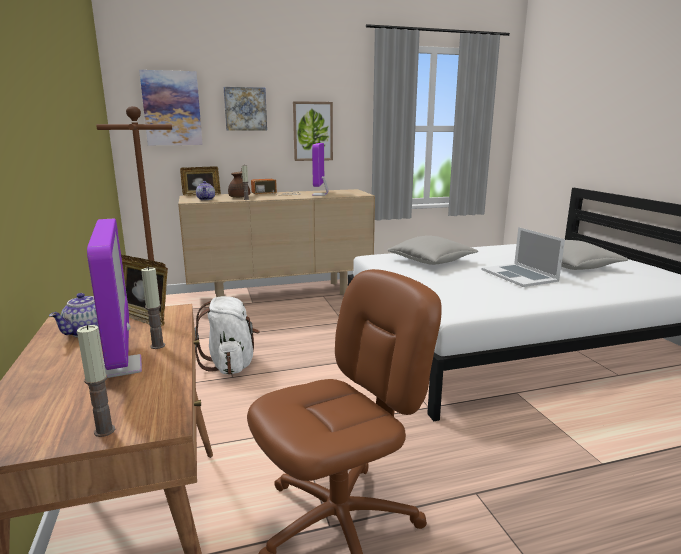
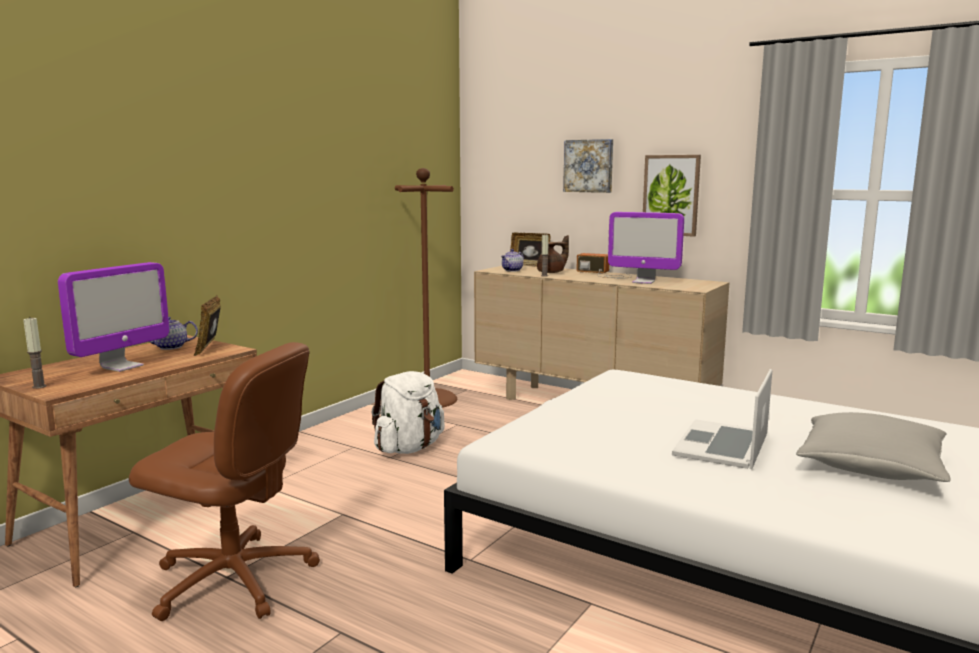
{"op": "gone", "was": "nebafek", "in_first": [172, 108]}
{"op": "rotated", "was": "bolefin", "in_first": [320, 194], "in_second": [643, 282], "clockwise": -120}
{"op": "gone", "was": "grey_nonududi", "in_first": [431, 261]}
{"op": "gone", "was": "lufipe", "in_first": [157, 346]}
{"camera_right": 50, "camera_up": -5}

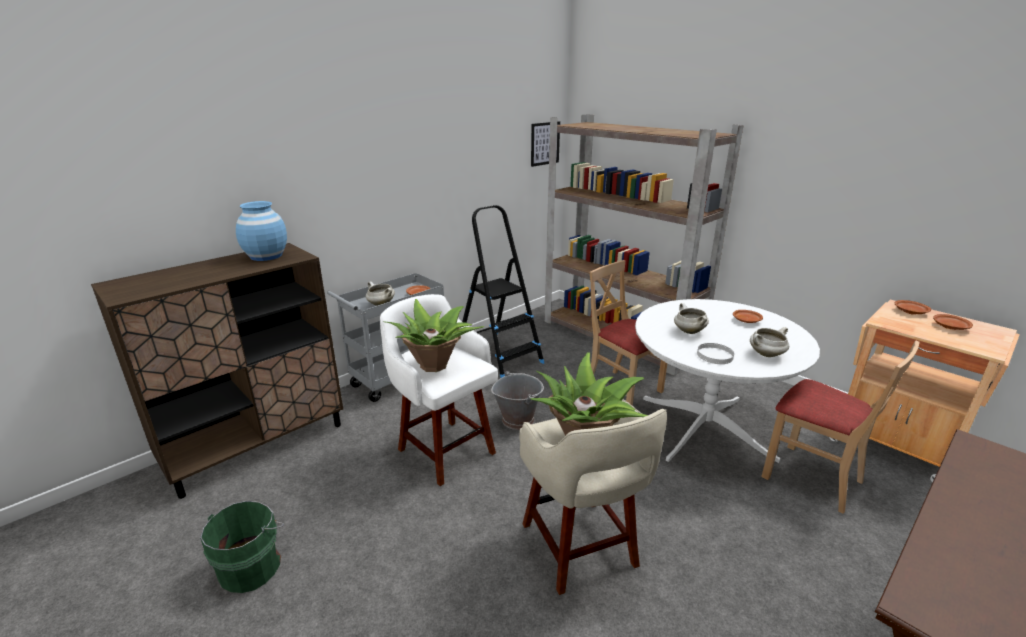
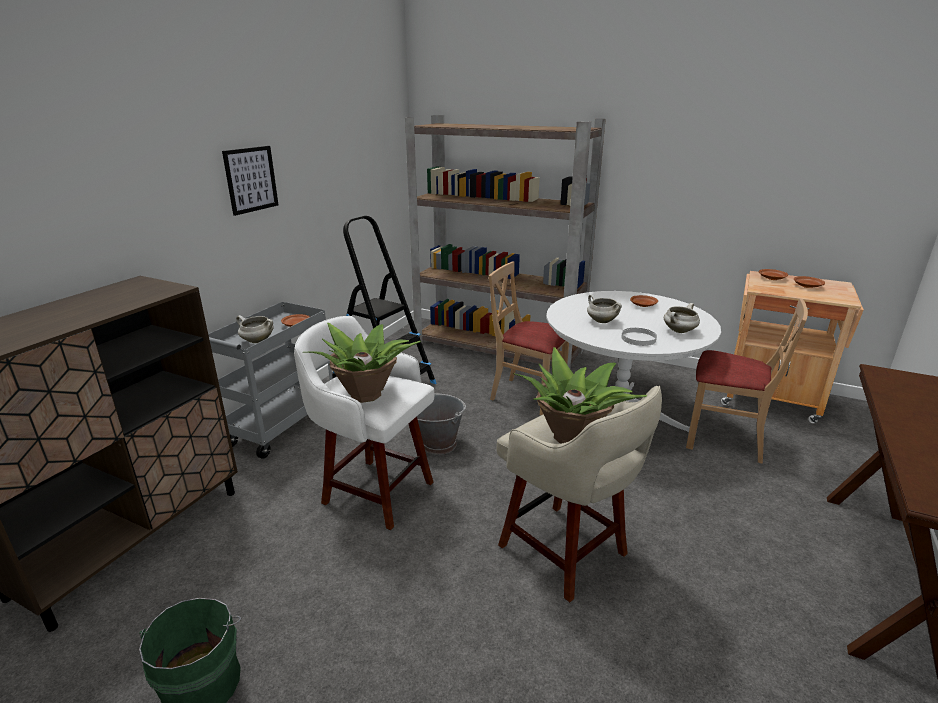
{"op": "shifted", "was": "nebafek", "in_first": [545, 143], "in_second": [251, 179]}
{"op": "gone", "was": "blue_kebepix", "in_first": [266, 256]}
{"camera_right": -20, "camera_up": 0}

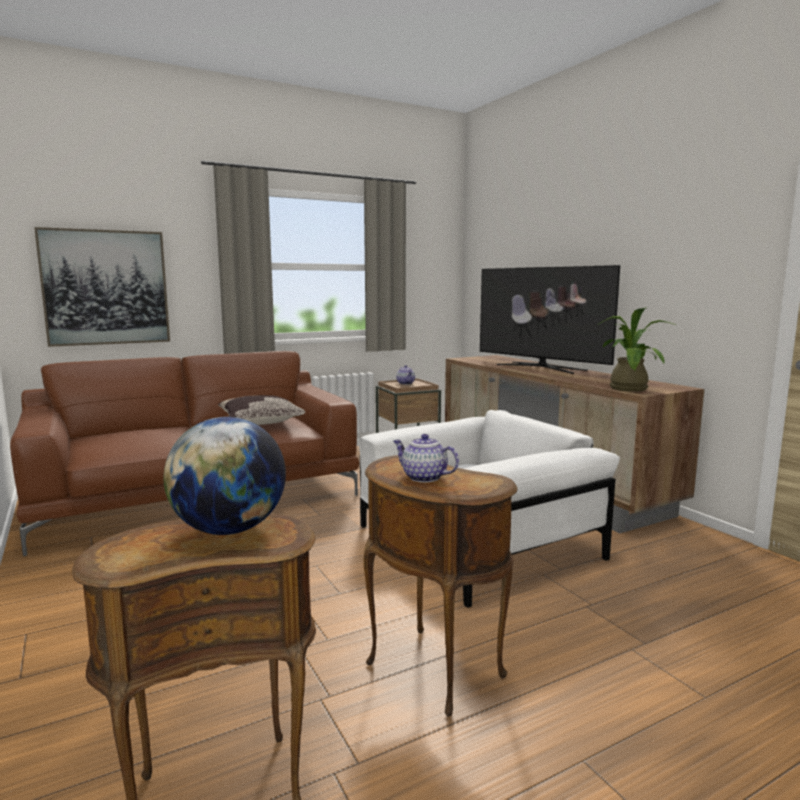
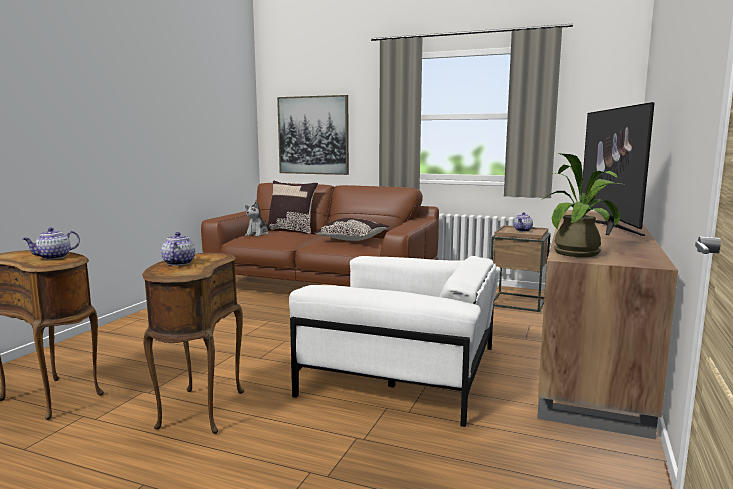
{"op": "swapped", "was": "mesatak", "now": "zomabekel", "in_first": [229, 529], "in_second": [53, 257]}
{"op": "new", "now": "nonududi", "in_second": [292, 230]}
{"op": "new", "now": "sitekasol", "in_second": [257, 234]}
{"camera_right": 50, "camera_up": 0}

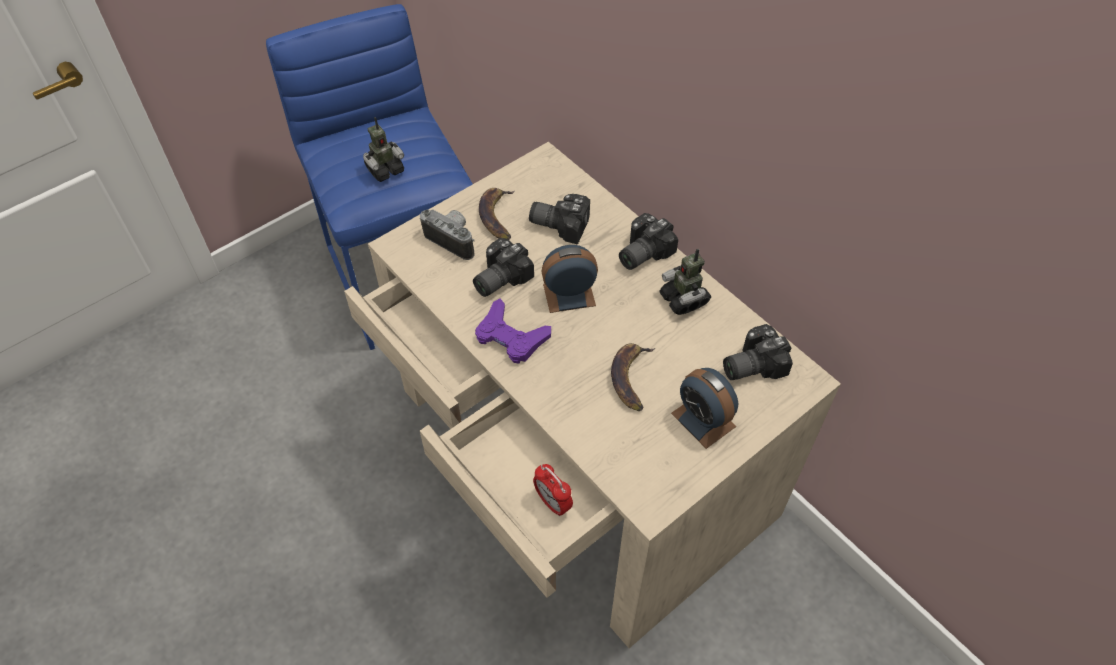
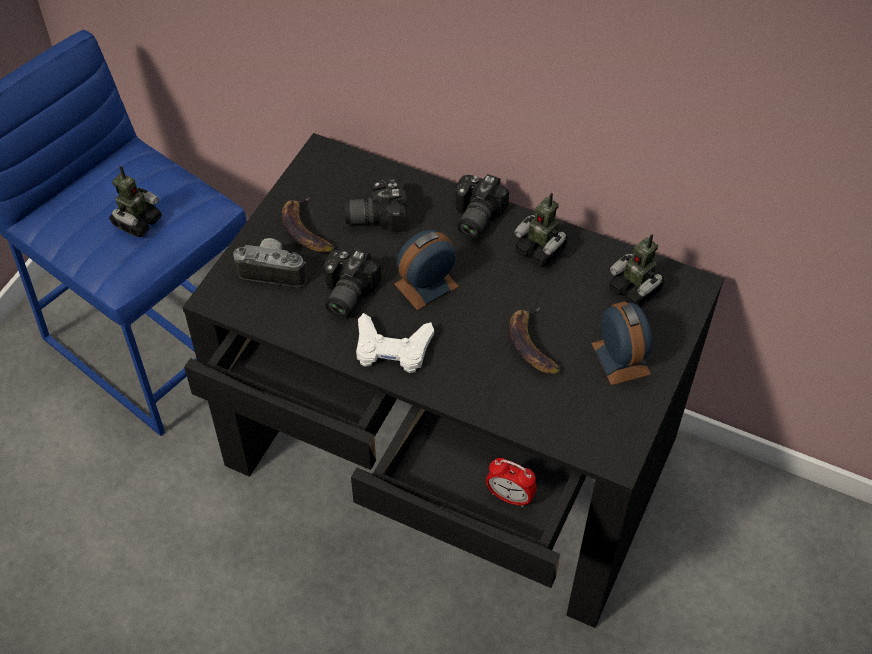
{"op": "repainted", "was": "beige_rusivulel", "now": "black_rusivulel", "in_first": [570, 465], "in_second": [444, 473]}
{"op": "repainted", "was": "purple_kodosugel", "now": "white_kodosugel", "in_first": [510, 337], "in_second": [392, 349]}
{"op": "swapped", "was": "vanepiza", "now": "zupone", "in_first": [750, 364], "in_second": [635, 289]}
{"op": "rotated", "was": "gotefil", "in_first": [703, 420], "in_second": [620, 359], "clockwise": -135}
{"camera_right": -25, "camera_up": 0}

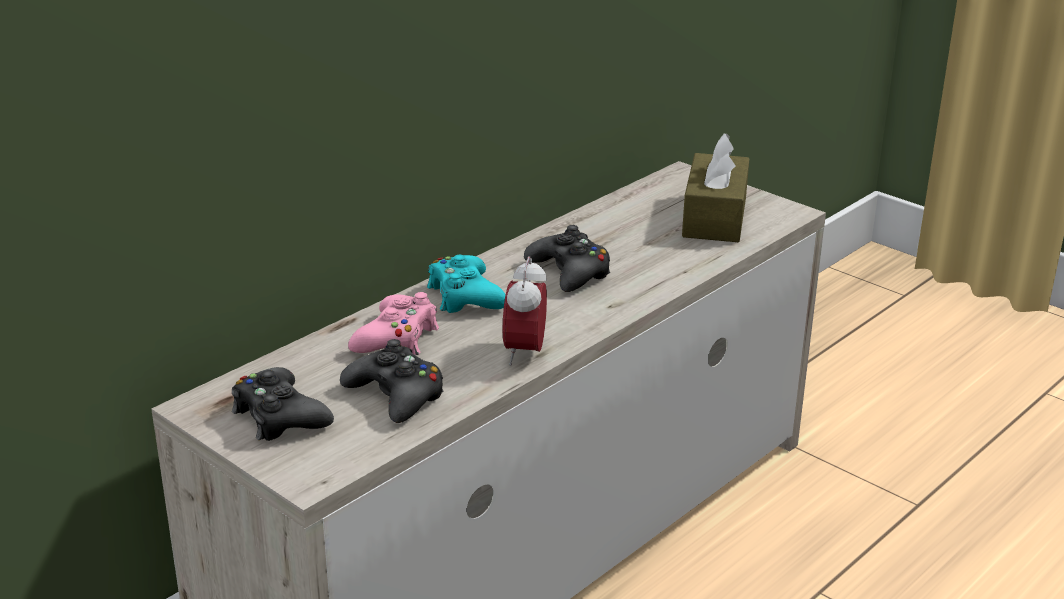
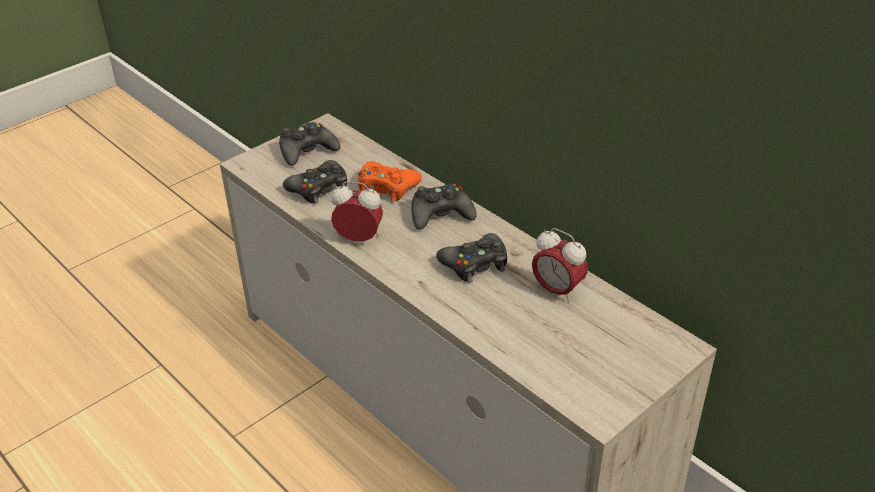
{"op": "gone", "was": "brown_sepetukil", "in_first": [714, 217]}
{"op": "repainted", "was": "turquoise_kodosugel", "now": "black_kodosugel", "in_first": [465, 296], "in_second": [441, 214]}
{"op": "repainted", "was": "pink_kodosugel", "now": "orange_kodosugel", "in_first": [397, 338], "in_second": [387, 187]}
{"op": "new", "now": "gotefil", "in_second": [557, 290]}
{"camera_right": 95, "camera_up": 10}

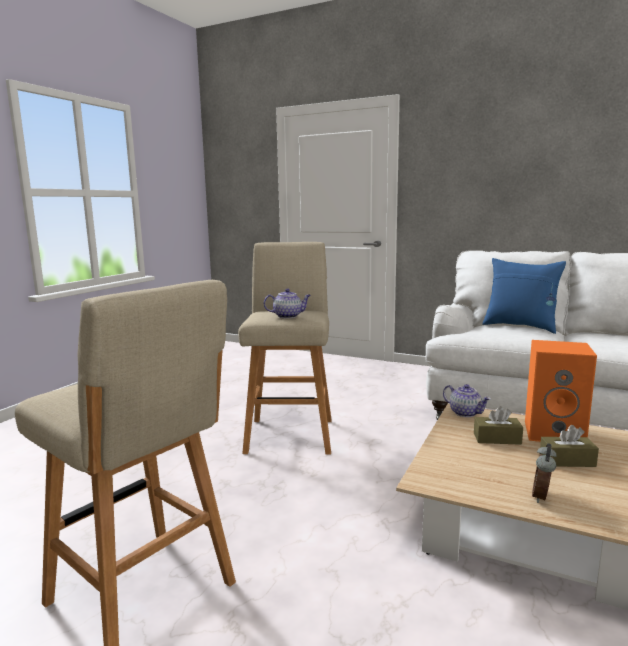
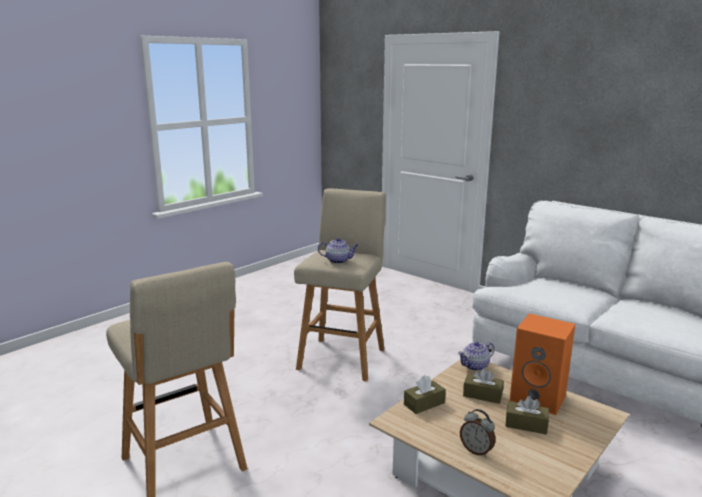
{"op": "gone", "was": "blue_nonududi", "in_first": [520, 327]}
{"op": "rotated", "was": "zomabekel", "in_first": [465, 413], "in_second": [475, 366], "clockwise": 90}
{"op": "rotated", "was": "gotefil", "in_first": [542, 496], "in_second": [476, 450], "clockwise": -90}
{"op": "new", "now": "brown_sepetukil", "in_second": [424, 404]}
{"camera_right": 15, "camera_up": 5}

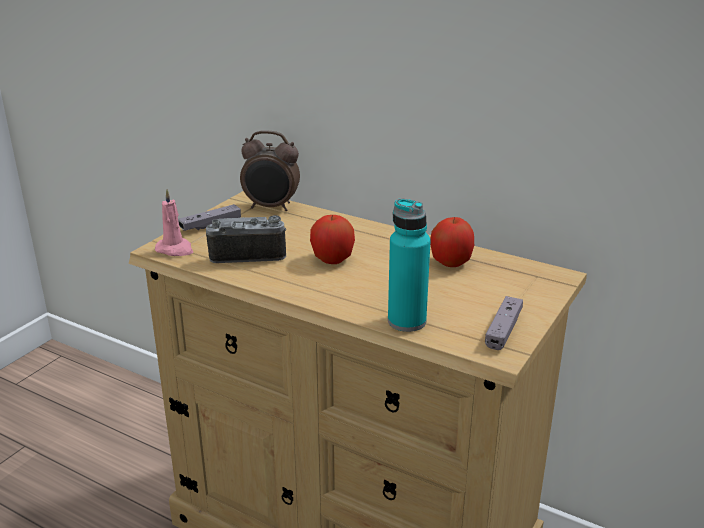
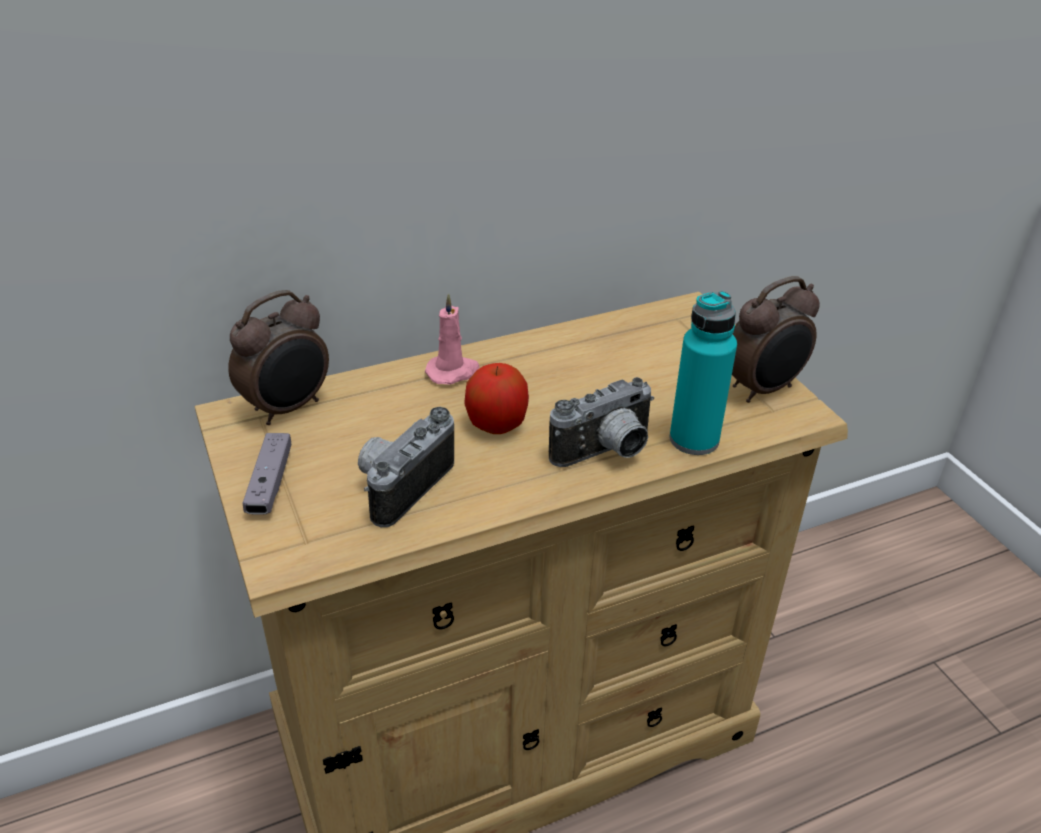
{"op": "shifted", "was": "pink_lufipe", "in_first": [175, 250], "in_second": [453, 372]}
{"op": "gone", "was": "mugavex", "in_first": [451, 262]}
{"op": "swapped", "was": "grey_kodosugel", "now": "gotefil", "in_first": [503, 330], "in_second": [763, 389]}
{"op": "new", "now": "vanepiza", "in_second": [607, 453]}
{"camera_right": -55, "camera_up": 10}

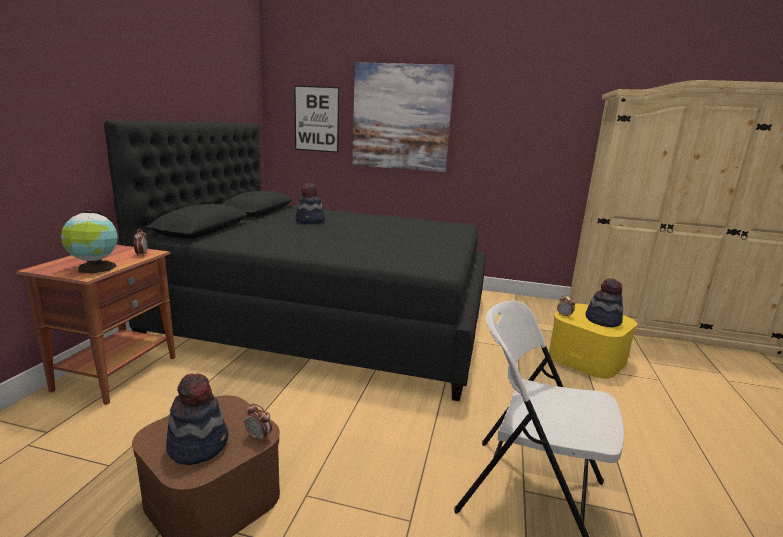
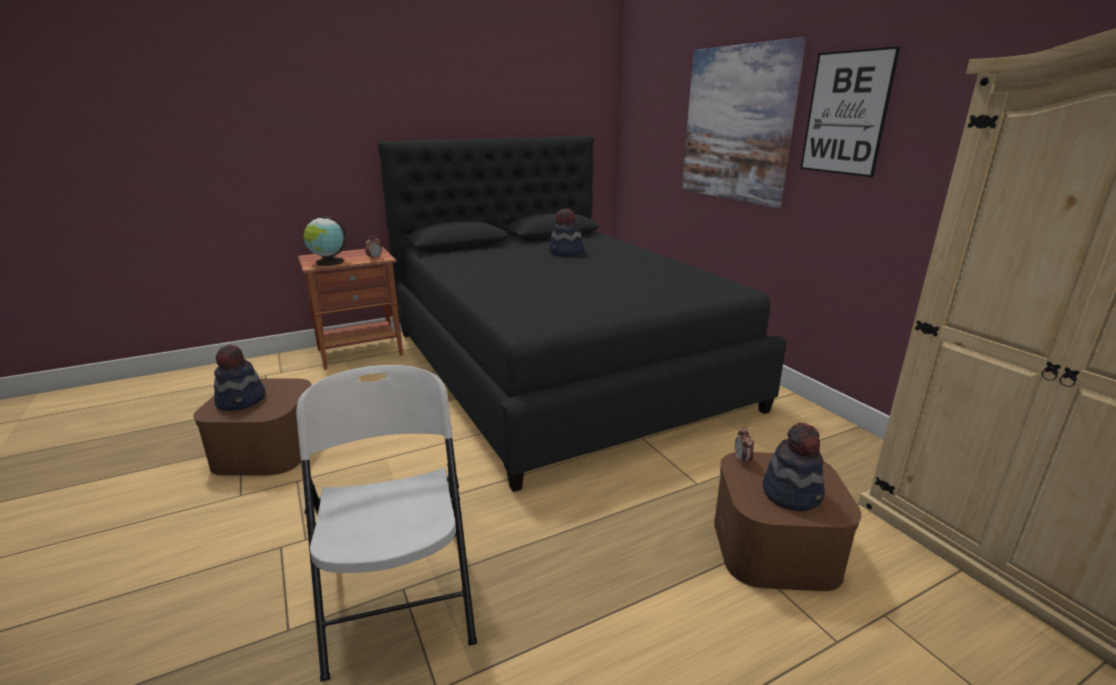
{"op": "shifted", "was": "nebafek", "in_first": [316, 119], "in_second": [846, 113]}
{"op": "repainted", "was": "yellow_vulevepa", "now": "brown_vulevepa", "in_first": [587, 358], "in_second": [775, 547]}
{"op": "gone", "was": "gotefil", "in_first": [259, 437]}
{"camera_right": 50, "camera_up": 5}

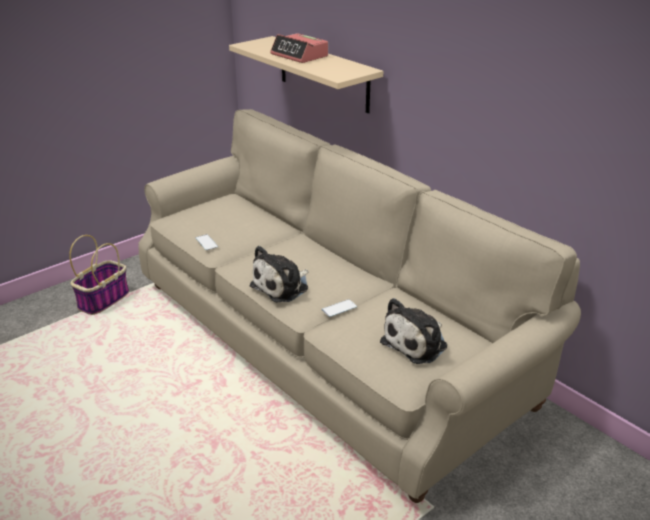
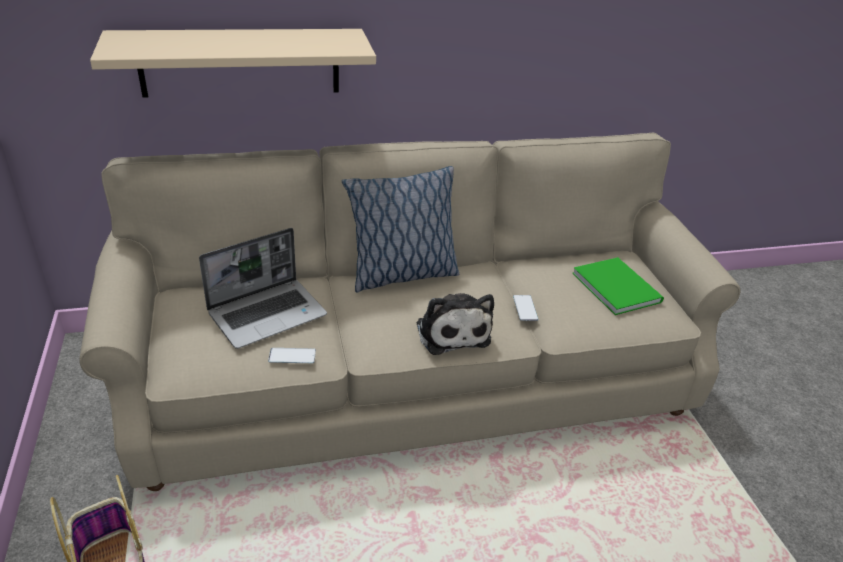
{"op": "gone", "was": "gotefil", "in_first": [299, 55]}
{"op": "swapped", "was": "sitekasol", "now": "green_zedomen", "in_first": [417, 343], "in_second": [616, 286]}
{"op": "new", "now": "nonududi", "in_second": [401, 275]}
{"op": "new", "now": "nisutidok", "in_second": [268, 313]}
{"camera_right": -65, "camera_up": 5}

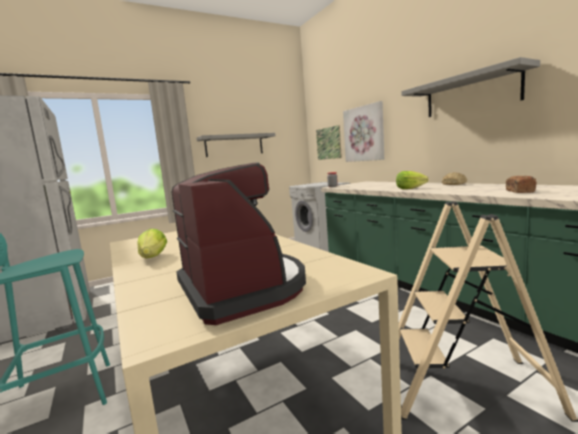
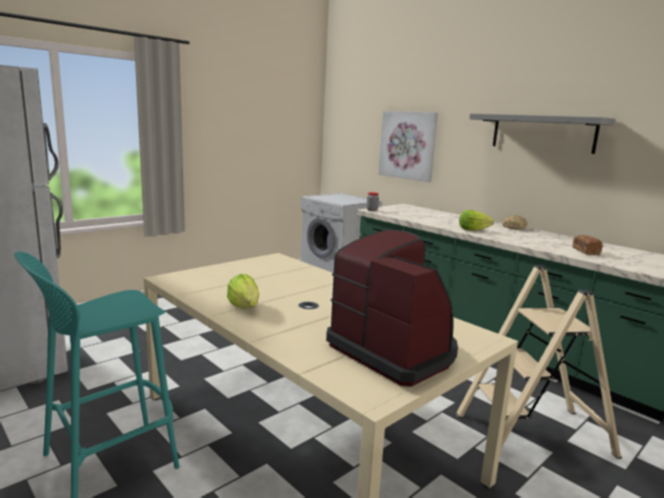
{"op": "gone", "was": "nebafek", "in_first": [328, 143]}
{"op": "gone", "was": "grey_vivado", "in_first": [234, 145]}
{"camera_right": -15, "camera_up": 5}

